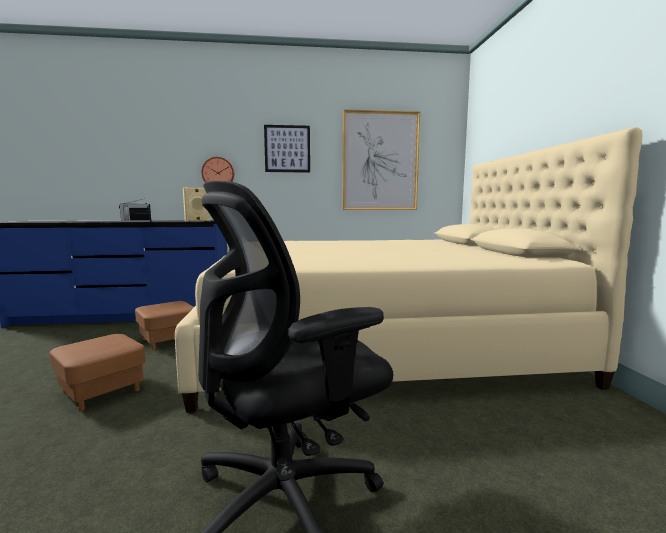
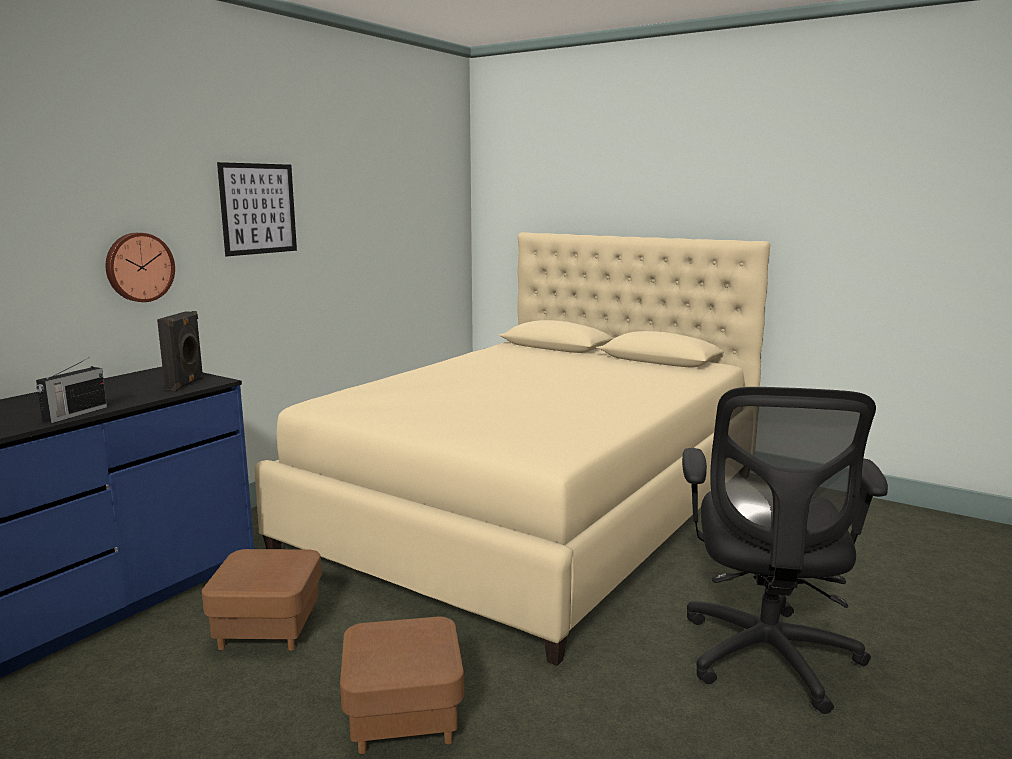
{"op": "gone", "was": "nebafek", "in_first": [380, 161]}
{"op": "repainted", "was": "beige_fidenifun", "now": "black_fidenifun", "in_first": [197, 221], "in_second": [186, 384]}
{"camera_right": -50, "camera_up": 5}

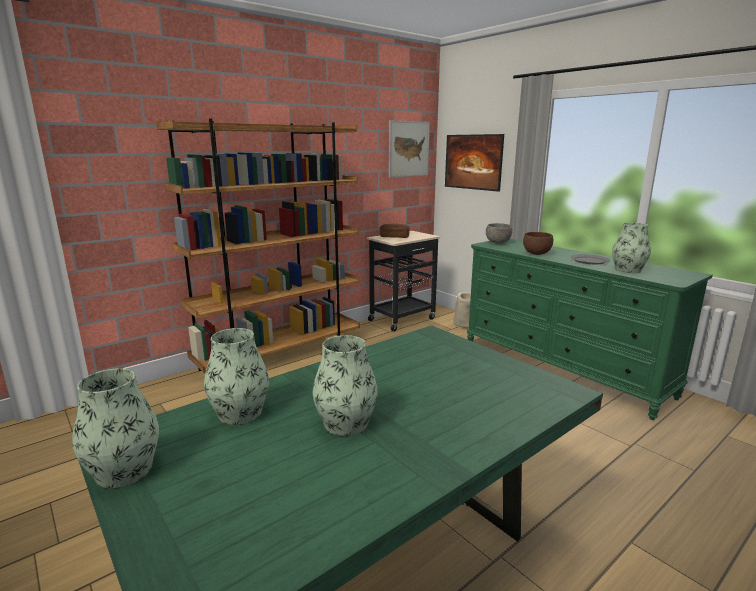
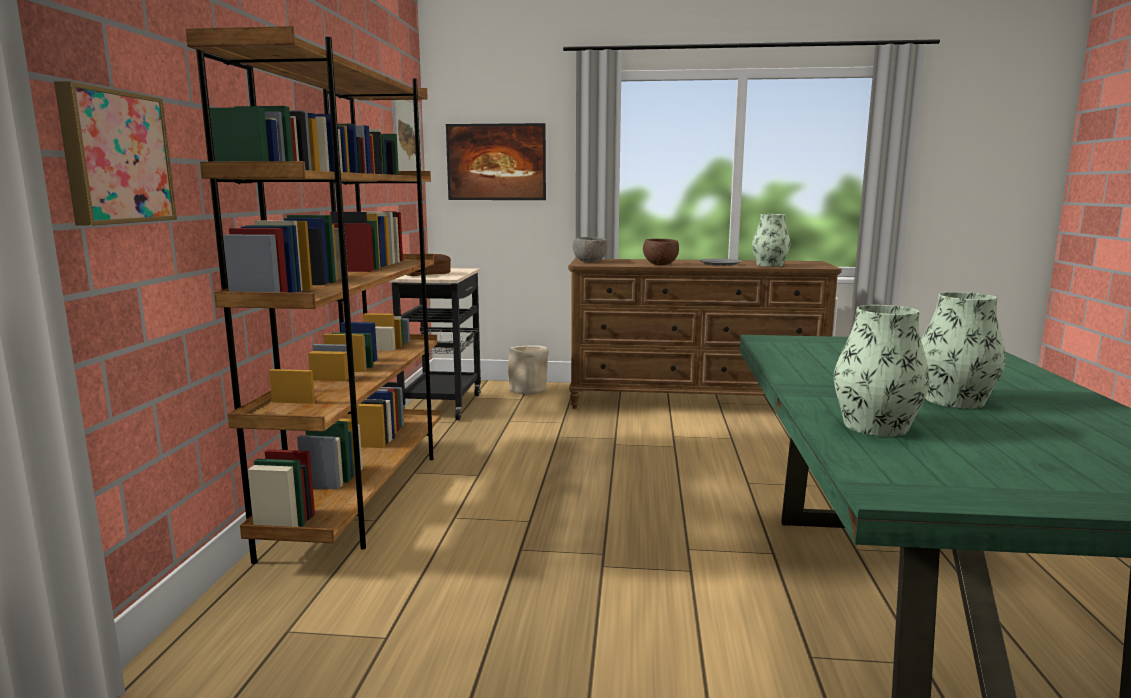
{"op": "repainted", "was": "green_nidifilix", "now": "brown_nidifilix", "in_first": [562, 369], "in_second": [695, 402]}
{"op": "gone", "was": "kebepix", "in_first": [124, 470]}
{"op": "new", "now": "nebafek", "in_second": [114, 157]}
{"camera_right": -45, "camera_up": -5}

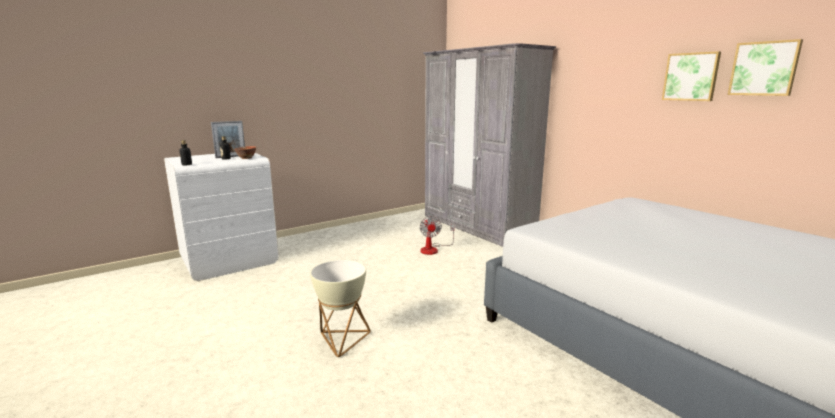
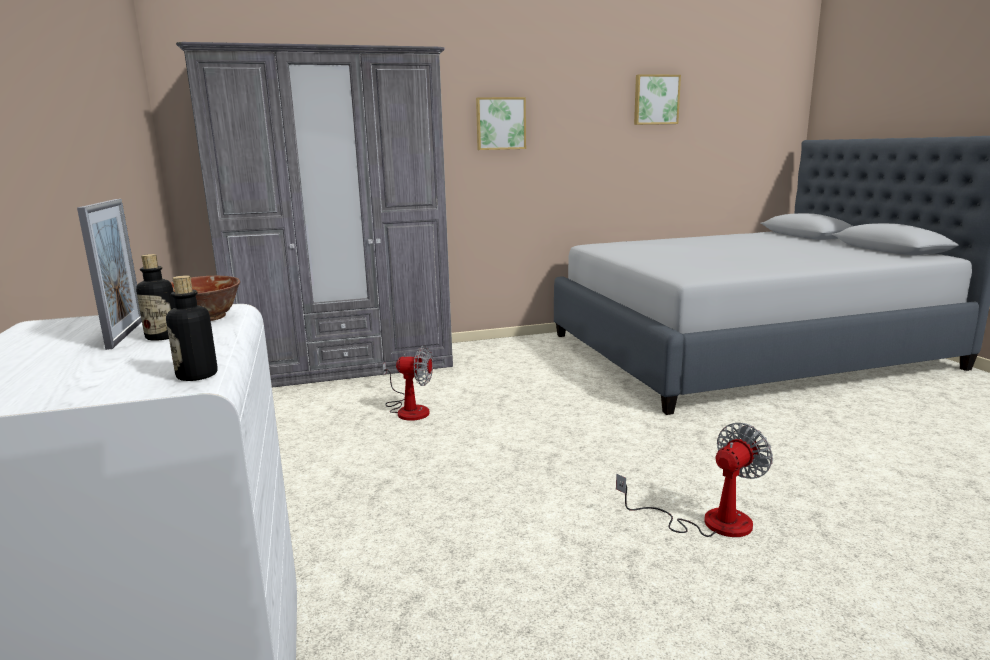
{"op": "shifted", "was": "nebafek", "in_first": [691, 77], "in_second": [500, 123]}
{"op": "swapped", "was": "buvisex", "now": "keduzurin", "in_first": [342, 339], "in_second": [709, 522]}
{"camera_right": -70, "camera_up": 0}

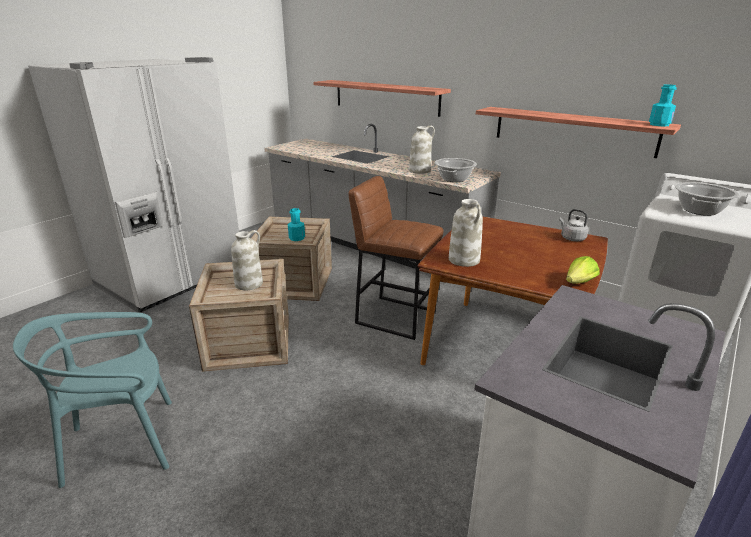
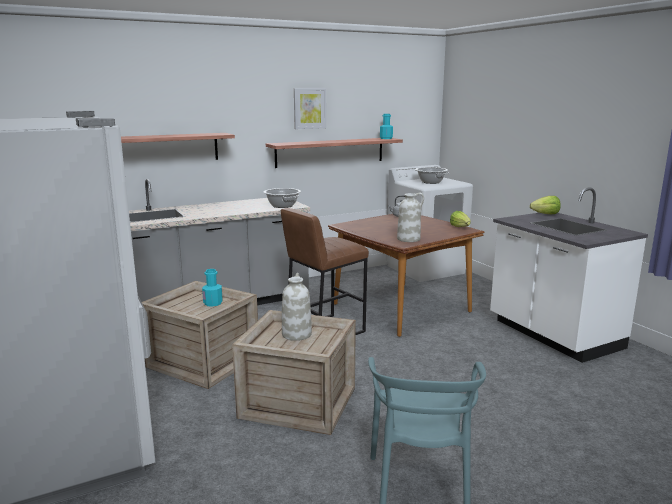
{"op": "gone", "was": "white_kebepix", "in_first": [420, 171]}
{"op": "new", "now": "nebafek", "in_second": [309, 108]}
{"op": "new", "now": "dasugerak", "in_second": [546, 214]}
{"camera_right": -65, "camera_up": -10}

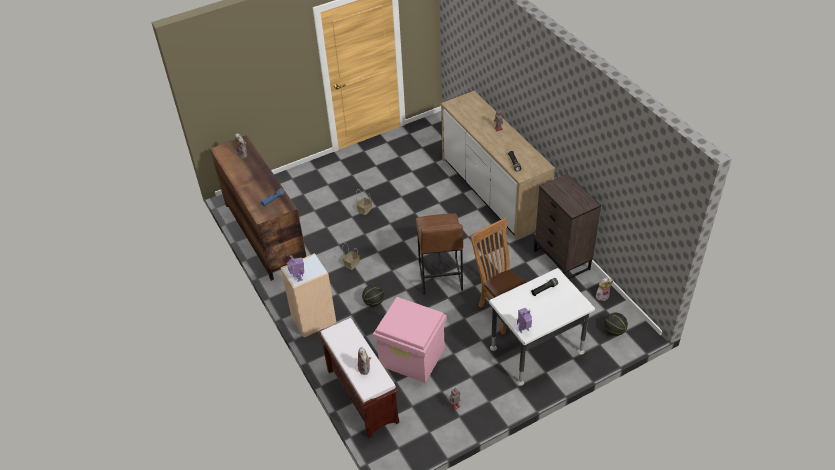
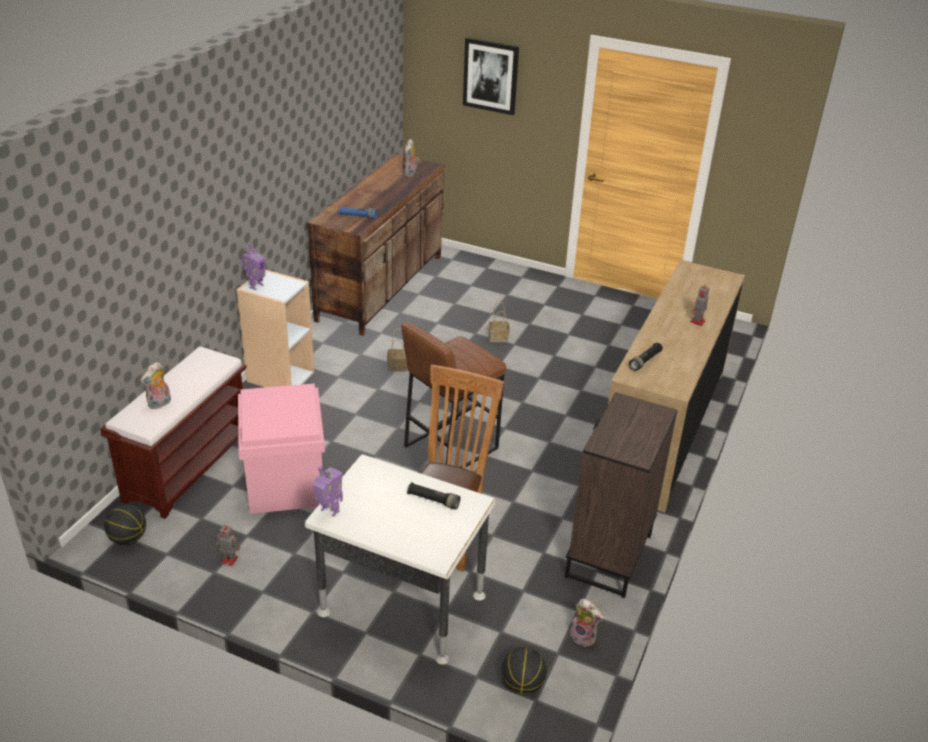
{"op": "shifted", "was": "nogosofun", "in_first": [373, 302], "in_second": [128, 538]}
{"op": "new", "now": "nebafek", "in_second": [490, 76]}
{"camera_right": 50, "camera_up": -10}

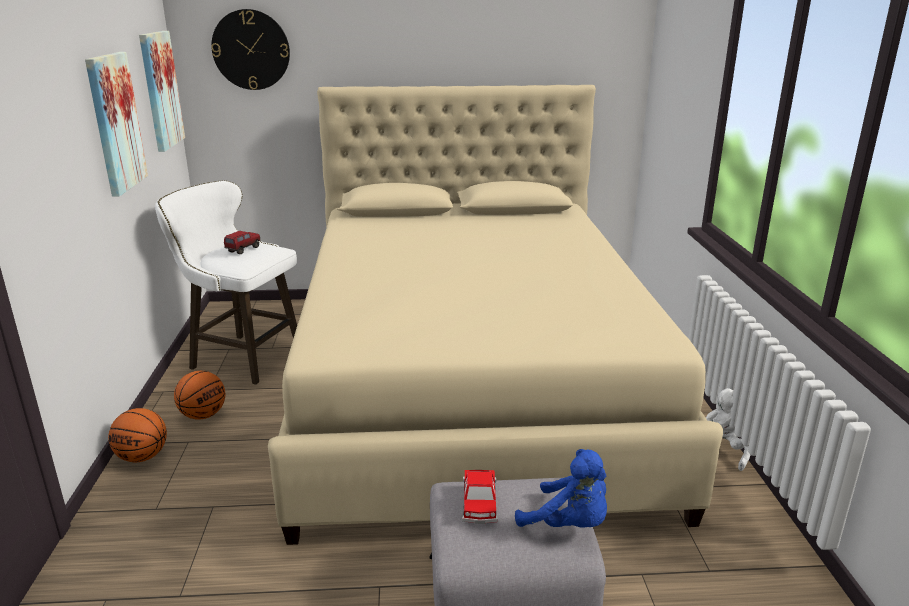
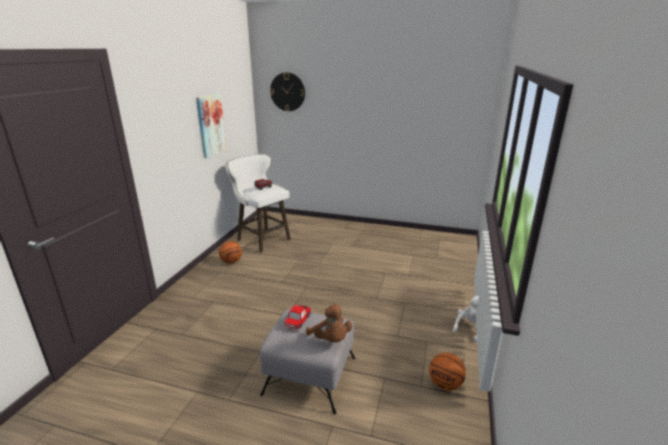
{"op": "gone", "was": "nebafek", "in_first": [160, 90]}
{"op": "gone", "was": "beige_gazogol", "in_first": [471, 384]}
{"op": "shifted", "was": "nogosofun", "in_first": [142, 457], "in_second": [445, 384]}
{"op": "repainted", "was": "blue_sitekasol", "now": "brown_sitekasol", "in_first": [569, 524], "in_second": [330, 340]}
{"camera_right": 20, "camera_up": 0}

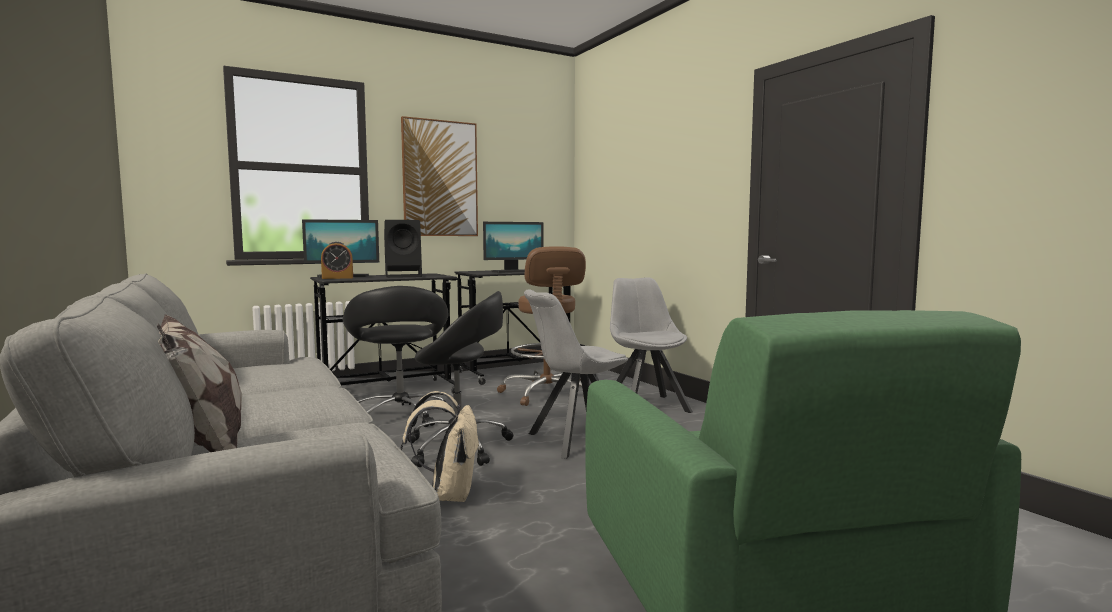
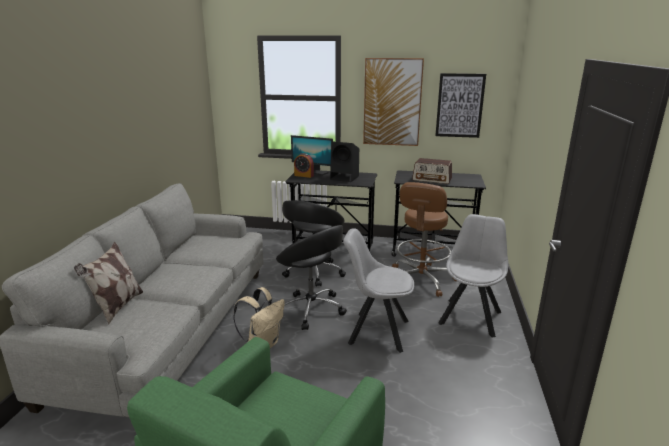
{"op": "swapped", "was": "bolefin", "now": "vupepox", "in_first": [513, 271], "in_second": [432, 179]}
{"op": "new", "now": "nebafek", "in_second": [459, 105]}
{"camera_right": 40, "camera_up": 15}

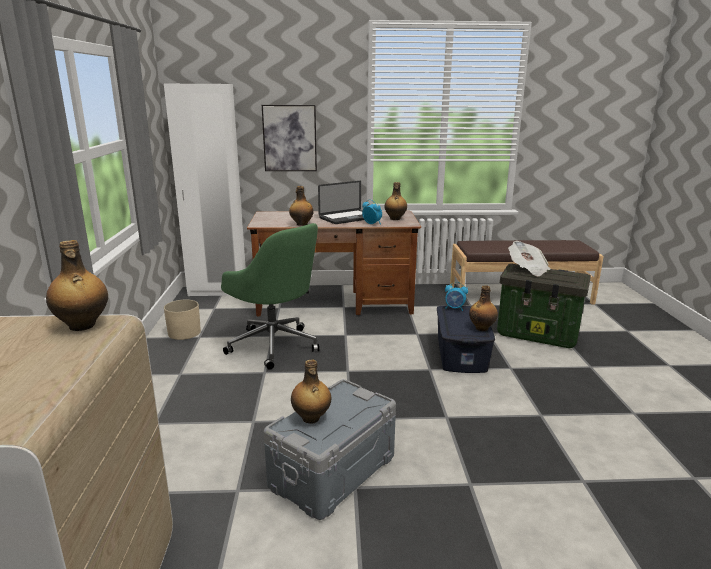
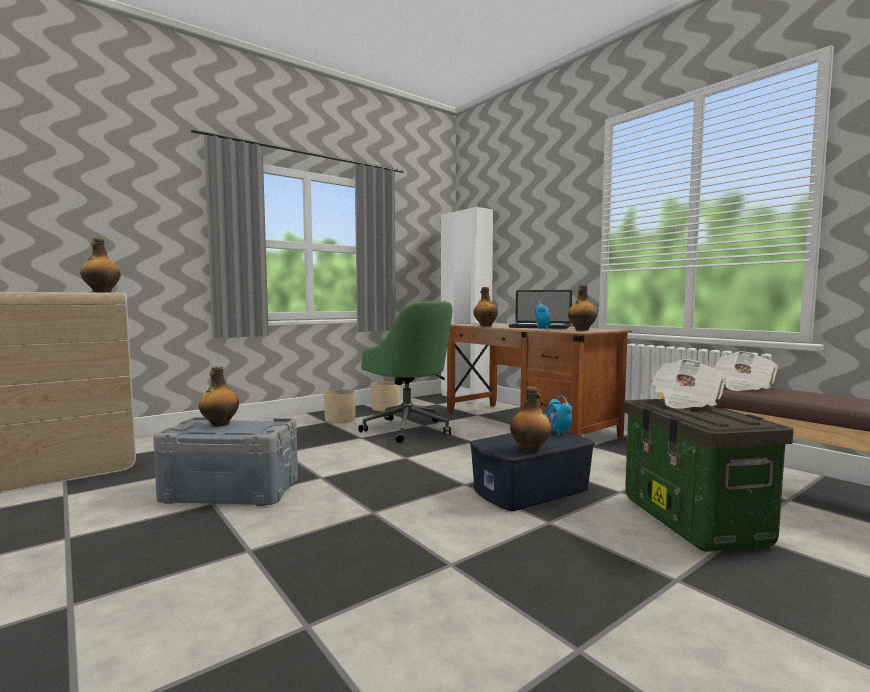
{"op": "gone", "was": "nebafek", "in_first": [289, 138]}
{"op": "rotated", "was": "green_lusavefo", "in_first": [274, 346], "in_second": [408, 429], "clockwise": -45}
{"op": "new", "now": "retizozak", "in_second": [742, 387]}
{"op": "new", "now": "beige_buvisex", "in_second": [340, 419]}
{"camera_right": 55, "camera_up": -15}

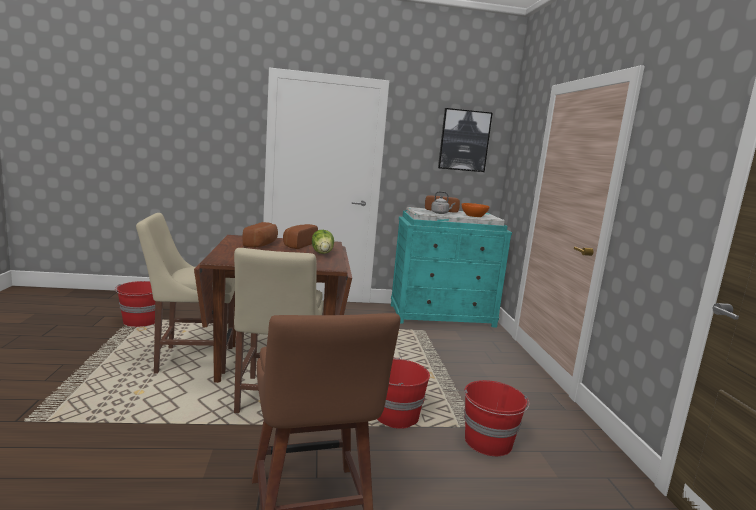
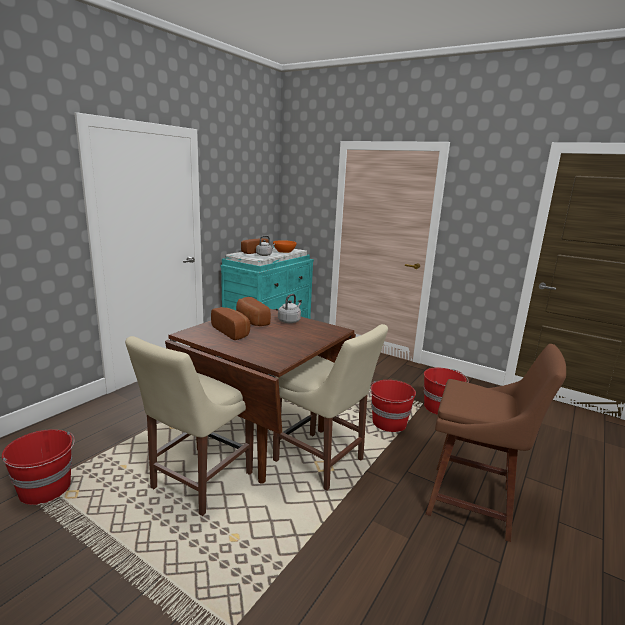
{"op": "gone", "was": "nebafek", "in_first": [464, 140]}
{"op": "swapped", "was": "dasugerak", "now": "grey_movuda", "in_first": [323, 253], "in_second": [290, 321]}
{"camera_right": -50, "camera_up": 5}

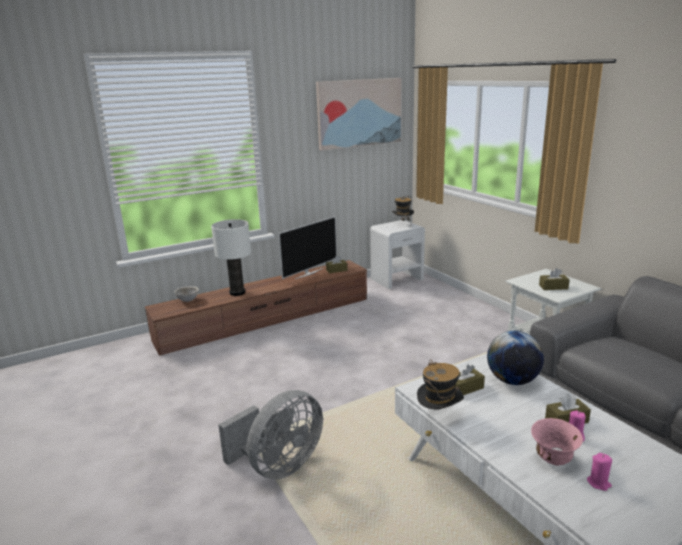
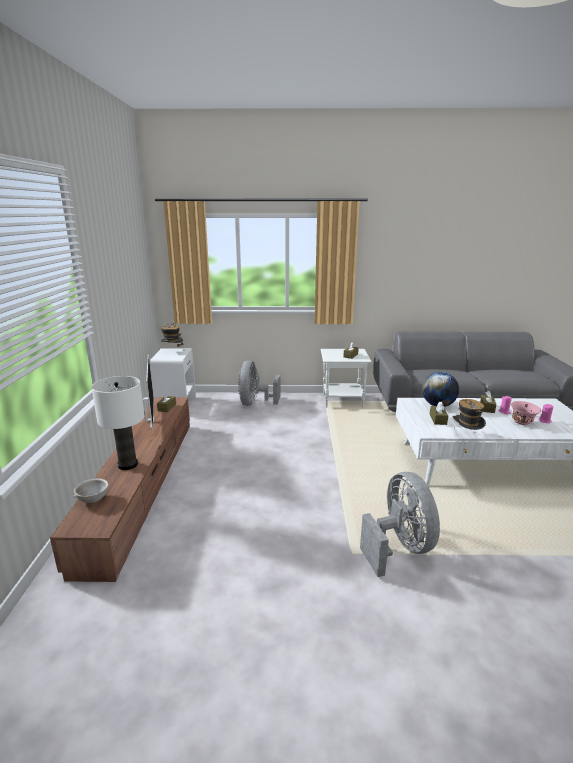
{"op": "gone", "was": "nebafek", "in_first": [359, 113]}
{"op": "new", "now": "grey_keduzurin", "in_second": [255, 403]}
{"camera_right": -60, "camera_up": 0}

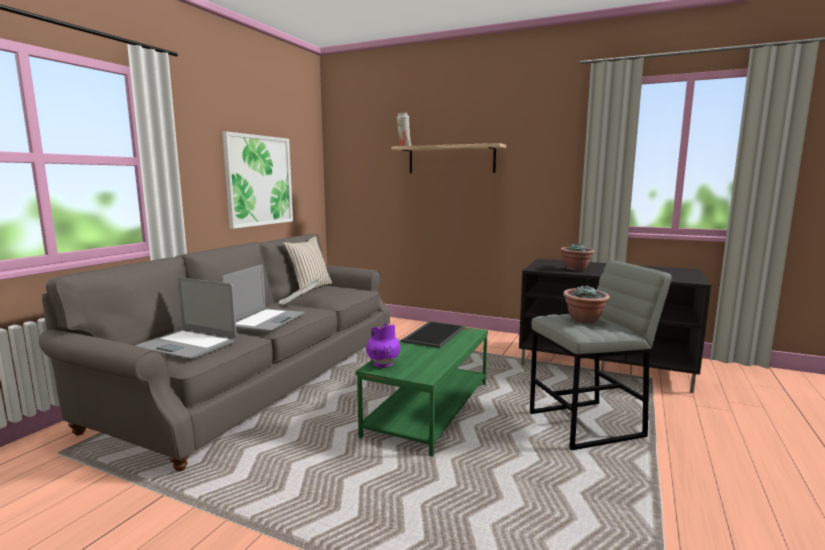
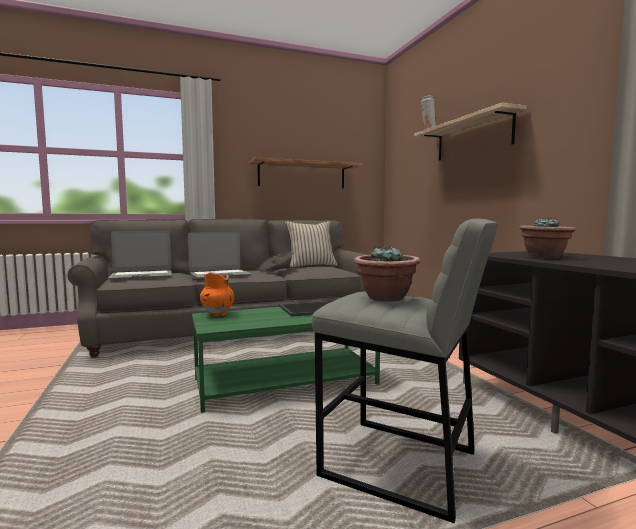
{"op": "swapped", "was": "nebafek", "now": "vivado", "in_first": [259, 180], "in_second": [302, 175]}
{"op": "rotated", "was": "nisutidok", "in_first": [187, 345], "in_second": [141, 276], "clockwise": -90}
{"op": "repainted", "was": "purple_kebepix", "now": "orange_kebepix", "in_first": [383, 364], "in_second": [218, 314]}
{"camera_right": 45, "camera_up": -5}

